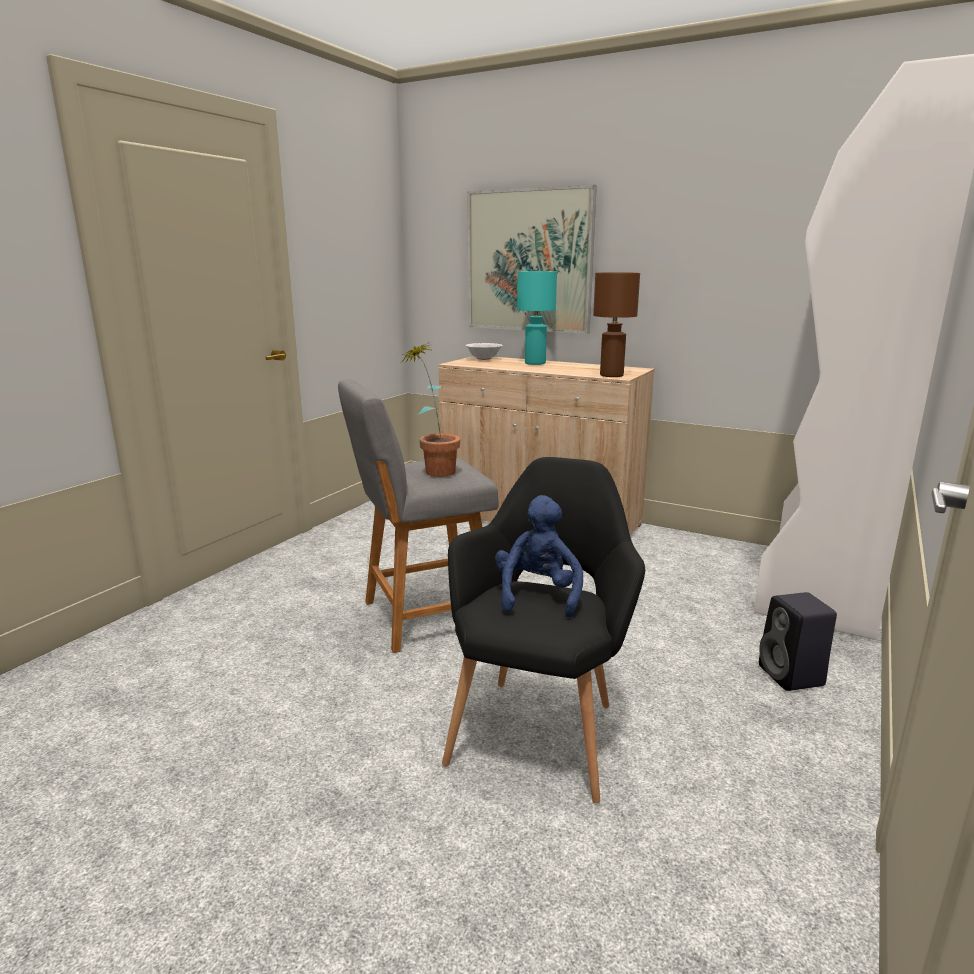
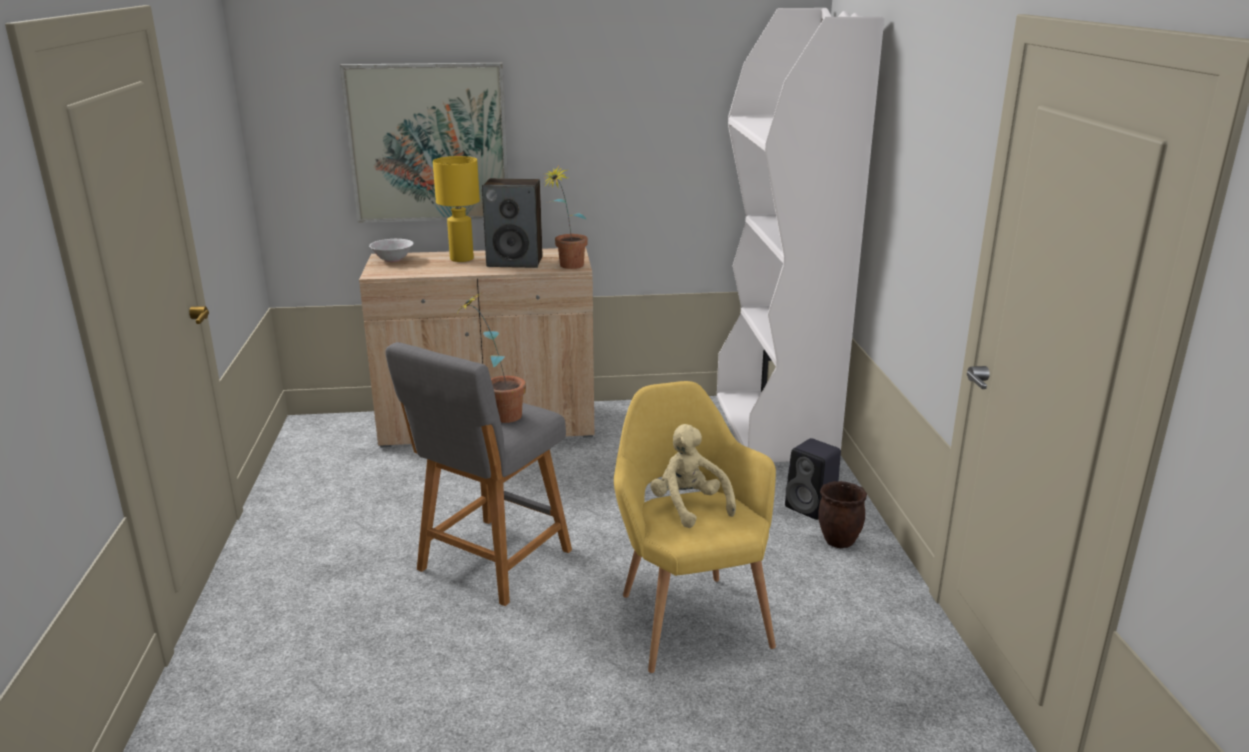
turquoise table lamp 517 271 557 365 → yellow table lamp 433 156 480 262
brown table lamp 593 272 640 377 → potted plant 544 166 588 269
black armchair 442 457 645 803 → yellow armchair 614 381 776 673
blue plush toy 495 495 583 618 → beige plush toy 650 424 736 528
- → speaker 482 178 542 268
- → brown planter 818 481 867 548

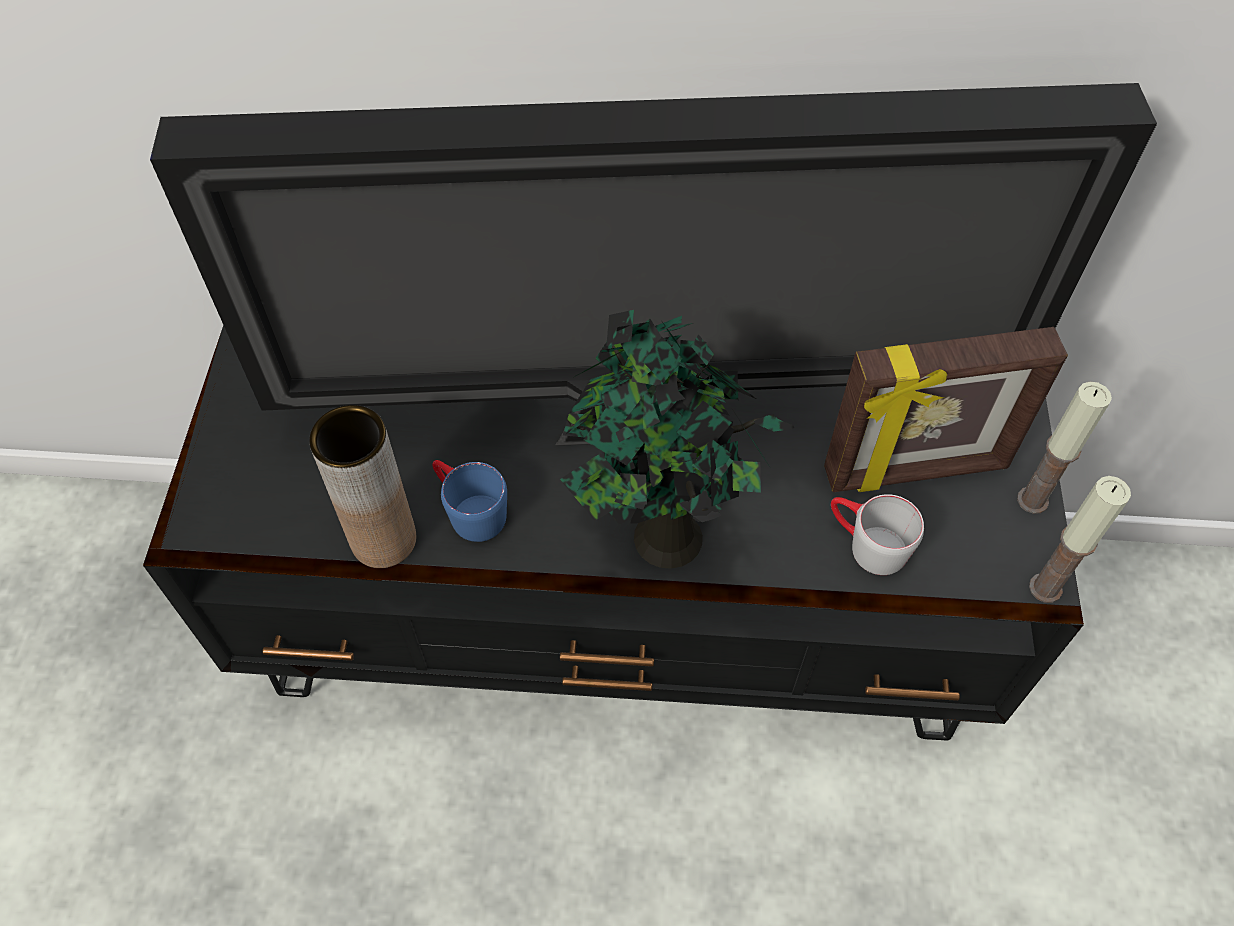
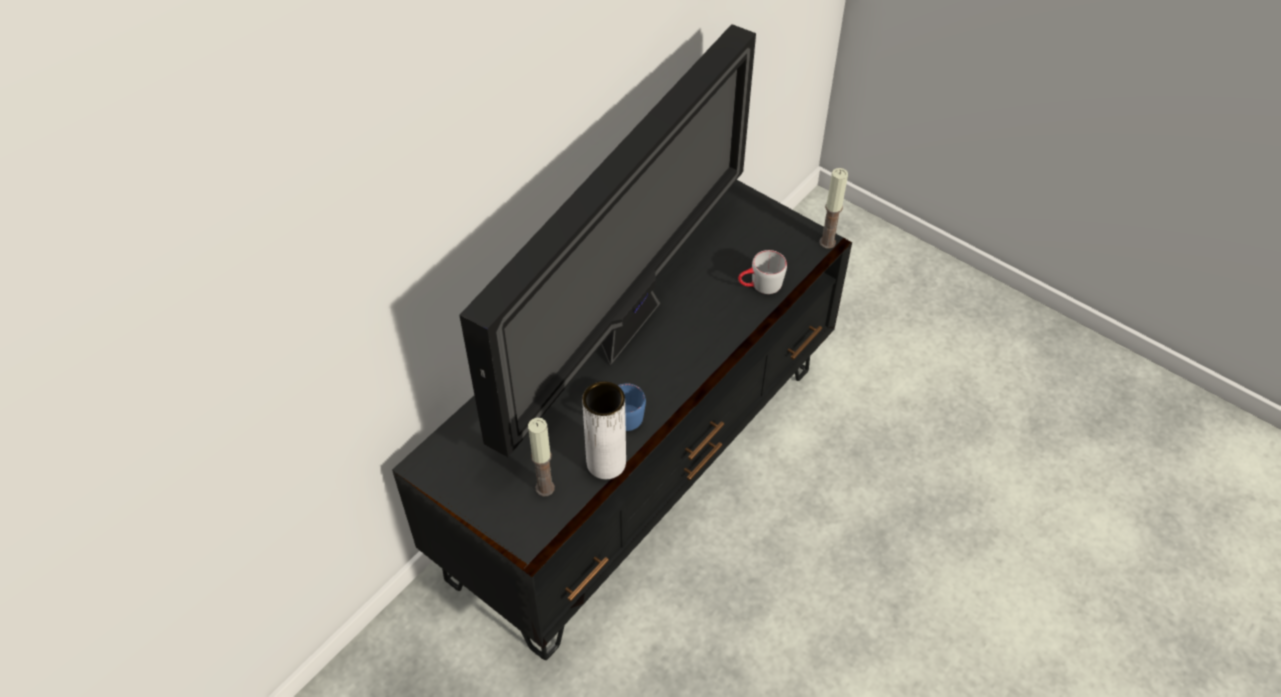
potted plant 559 310 795 569 → -
picture frame 824 327 1068 492 → -
candle 1017 382 1112 514 → candle 528 418 555 496, moved
brown vase 309 405 416 568 → white vase 582 381 626 479

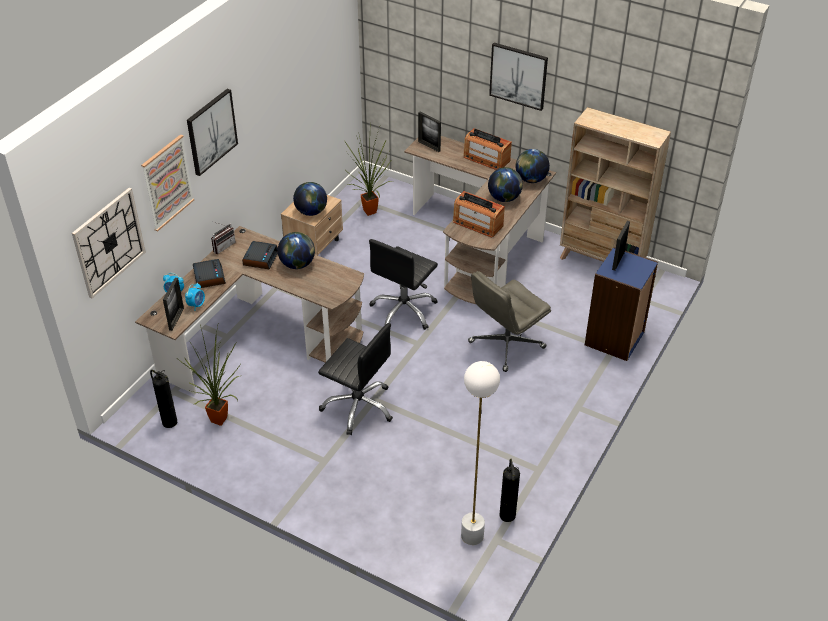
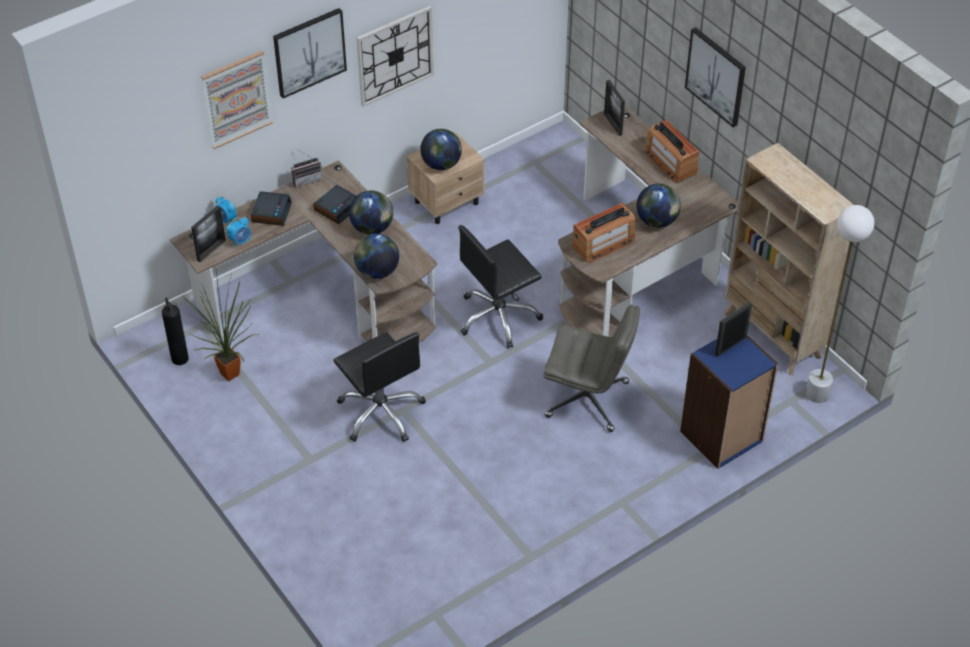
potted plant 345 124 392 216 → -
globe 515 149 550 183 → globe 354 233 399 279, moved
wall clock 72 188 146 298 → wall clock 357 6 434 107, moved
radio 453 191 505 238 → radio 572 203 636 263, 90 degrees counterclockwise
grey office chair 468 271 551 372 → grey office chair 544 305 640 432, 150 degrees counterclockwise
white floor lamp 461 361 500 545 → white floor lamp 805 205 874 403, moved
fire extinguisher 500 459 520 522 → -

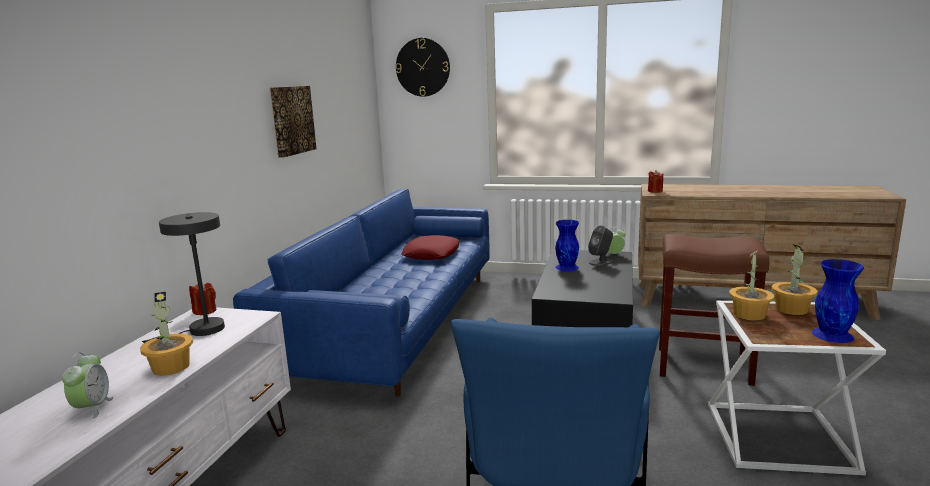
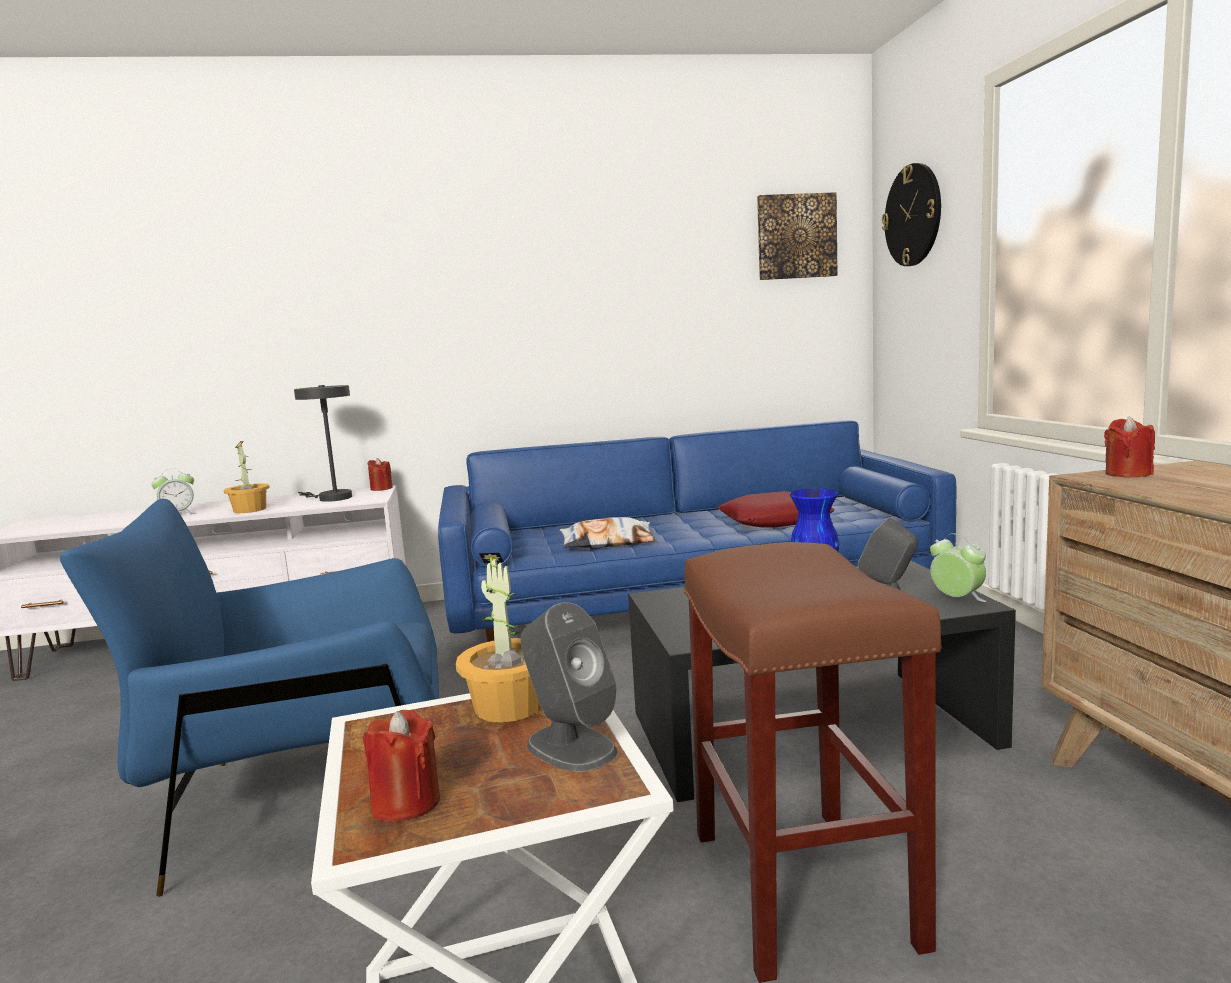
picture 270 86 317 158 → picture 757 192 838 280, moved
potted plant 771 244 818 315 → grey speaker 521 602 617 772
blue vase 812 259 864 343 → red candle 363 710 440 822
- → pillow 560 517 656 548

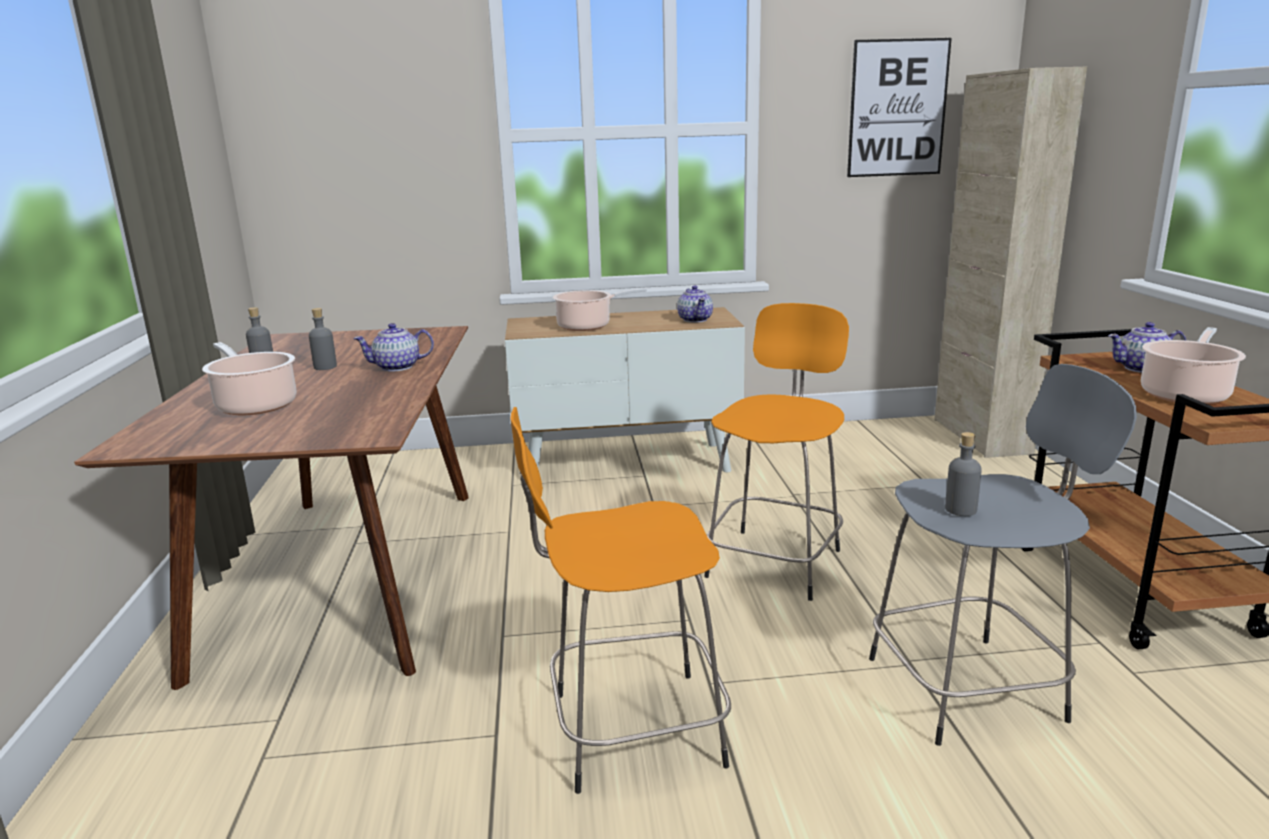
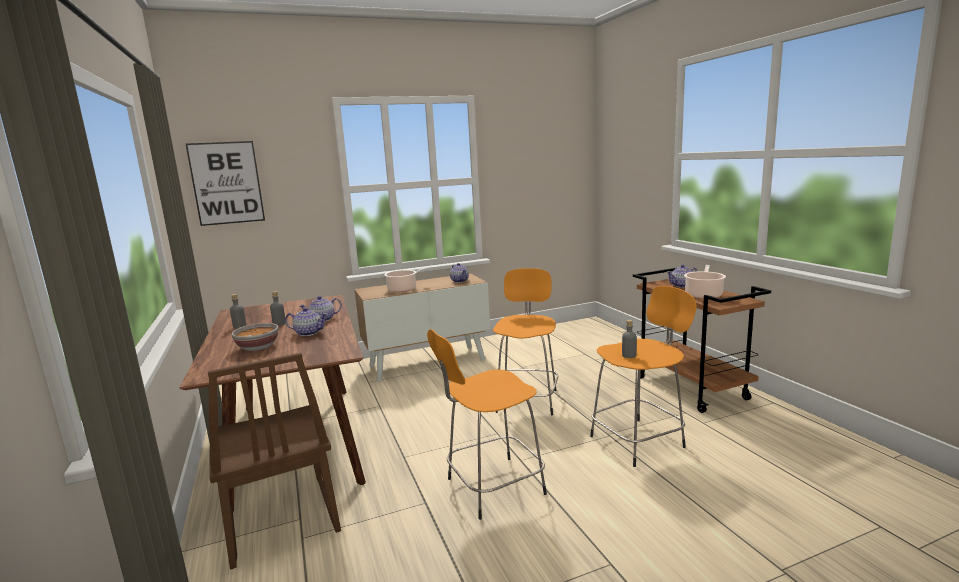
picture 847 38 952 177 → picture 186 141 265 226, moved
beige cabinet 934 67 1087 458 → -
cooking pot 202 342 297 416 → bowl 231 323 279 351
grey stool 869 364 1137 746 → orange stool 590 286 697 467
- → teapot 285 308 328 336
- → brown chair 208 353 341 569

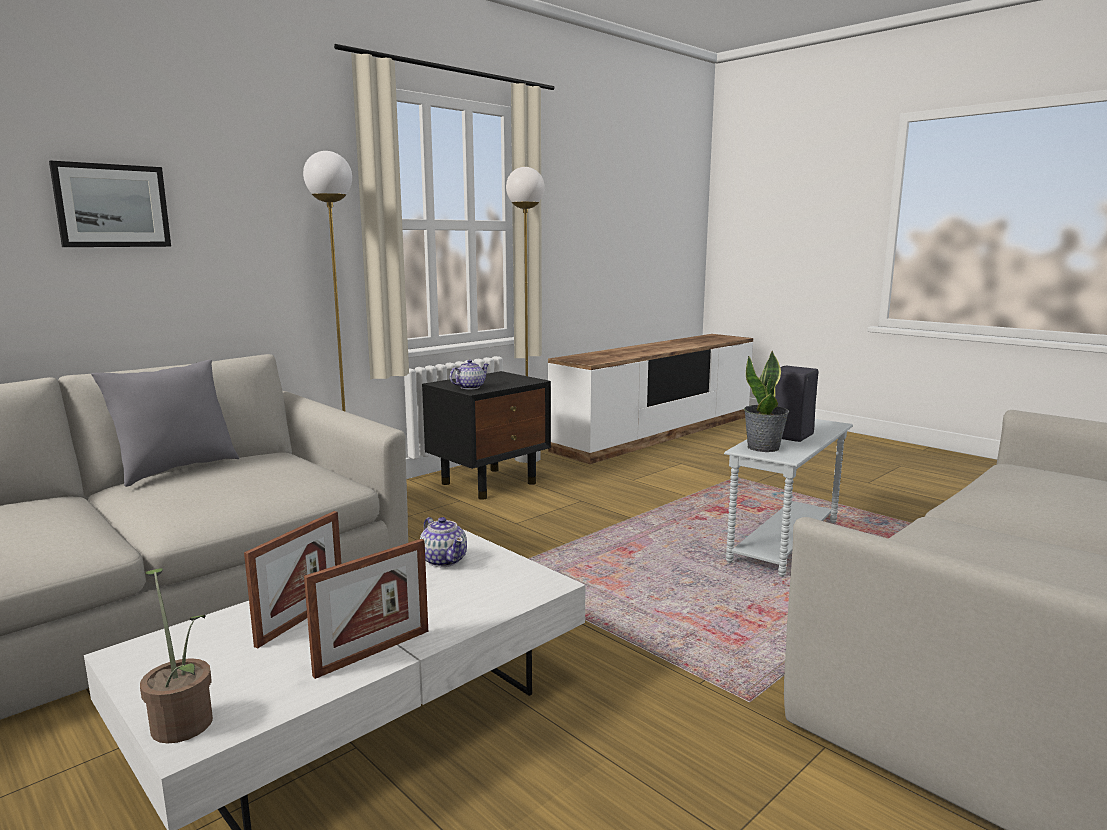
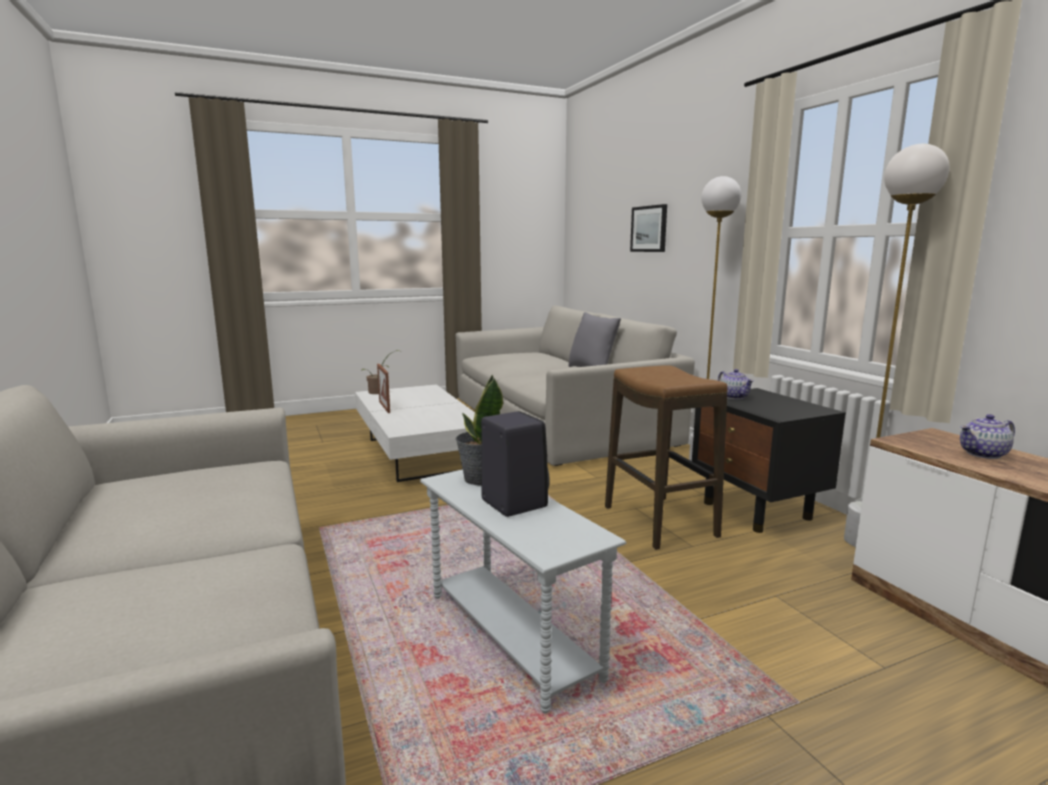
picture frame 244 511 342 648 → -
teapot 420 517 467 567 → teapot 960 414 1015 459, moved
- → stool 605 365 728 550

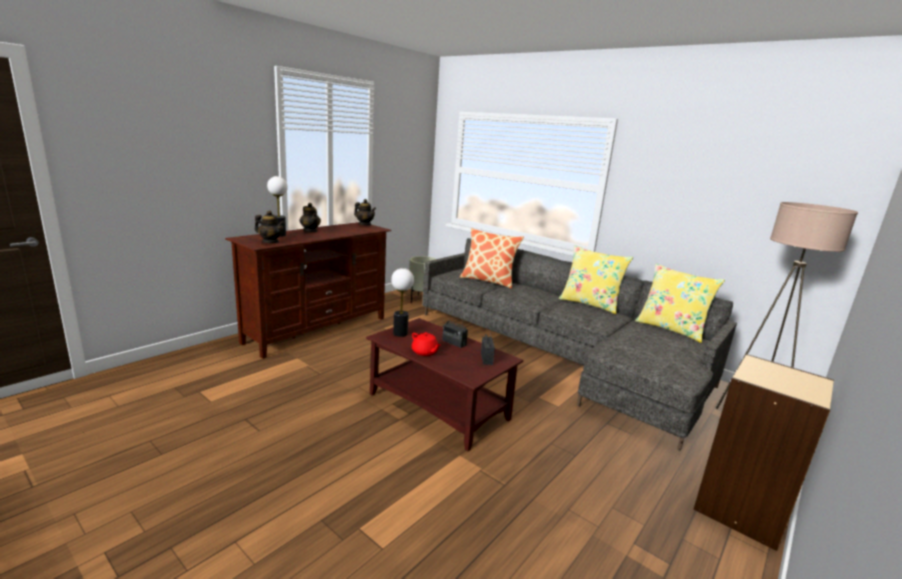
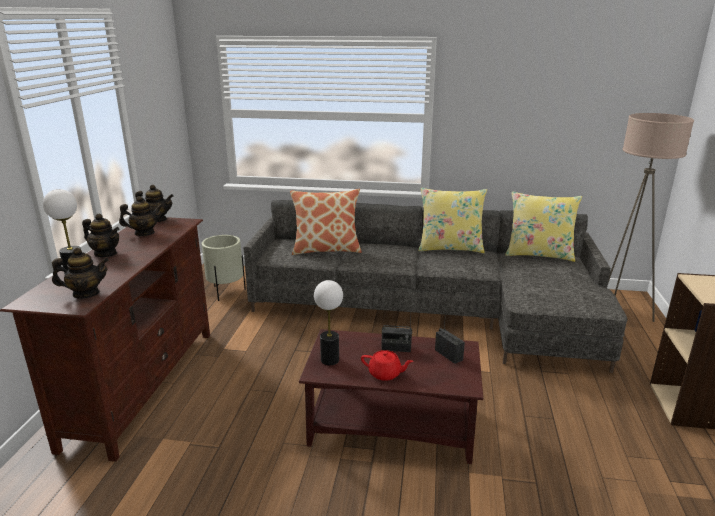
- → teapot 119 196 163 236

